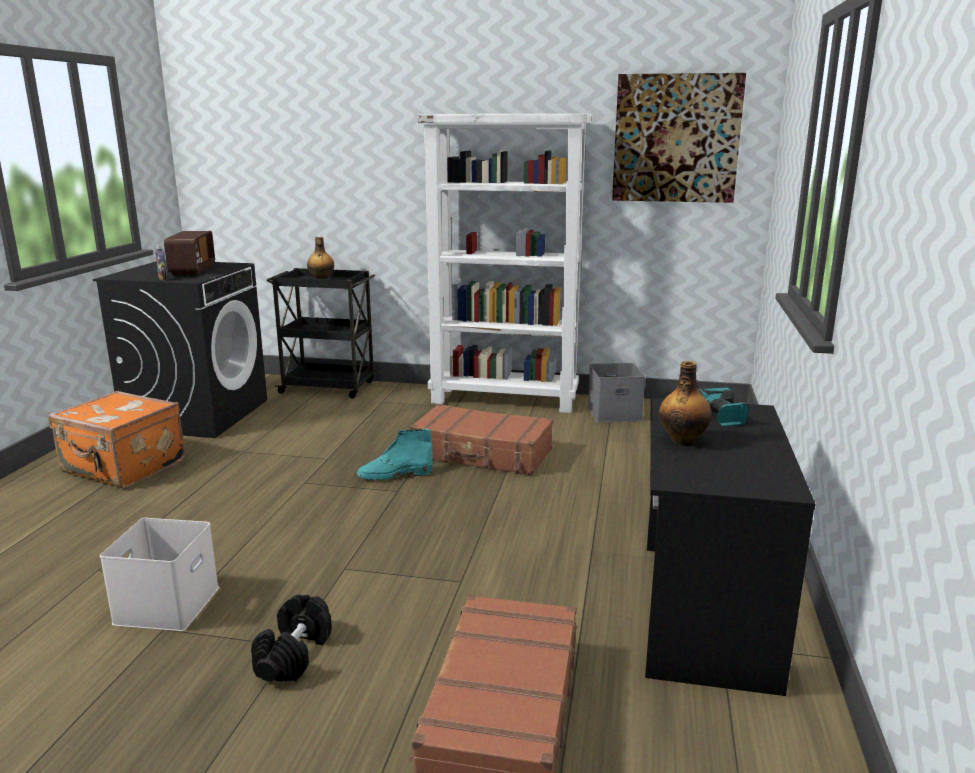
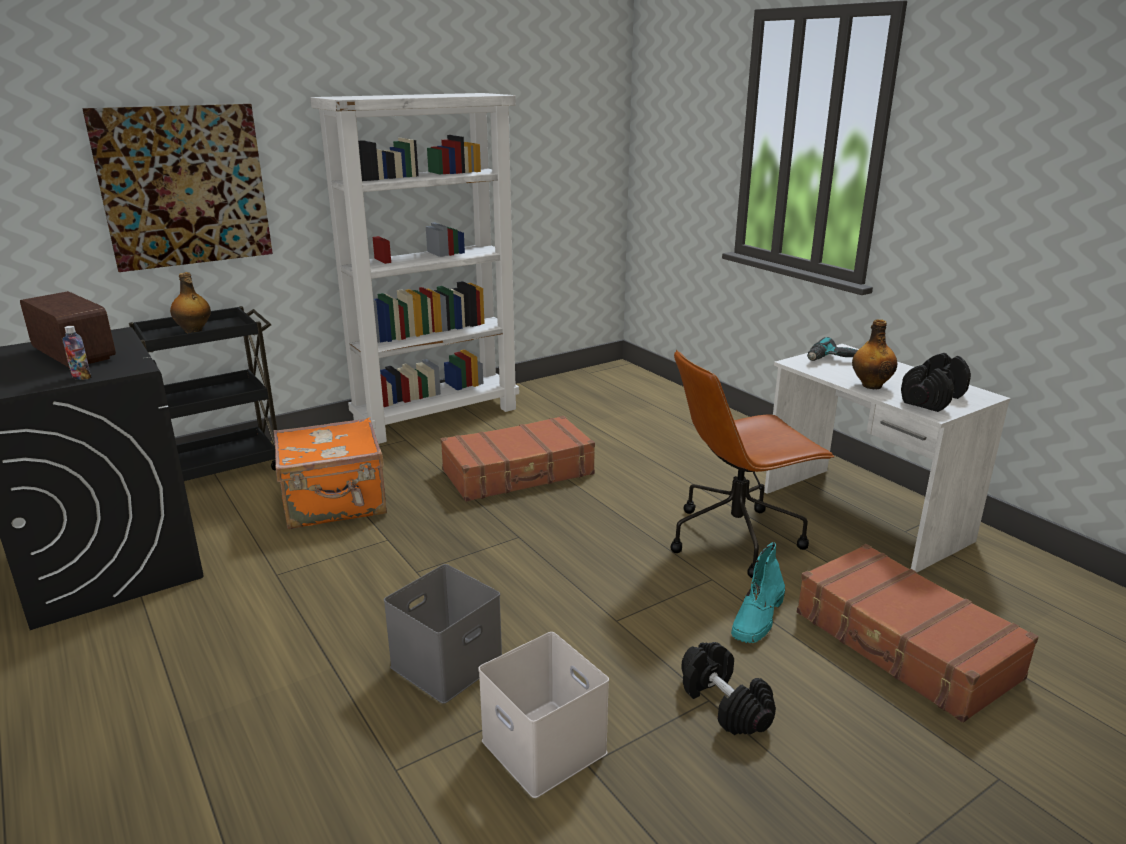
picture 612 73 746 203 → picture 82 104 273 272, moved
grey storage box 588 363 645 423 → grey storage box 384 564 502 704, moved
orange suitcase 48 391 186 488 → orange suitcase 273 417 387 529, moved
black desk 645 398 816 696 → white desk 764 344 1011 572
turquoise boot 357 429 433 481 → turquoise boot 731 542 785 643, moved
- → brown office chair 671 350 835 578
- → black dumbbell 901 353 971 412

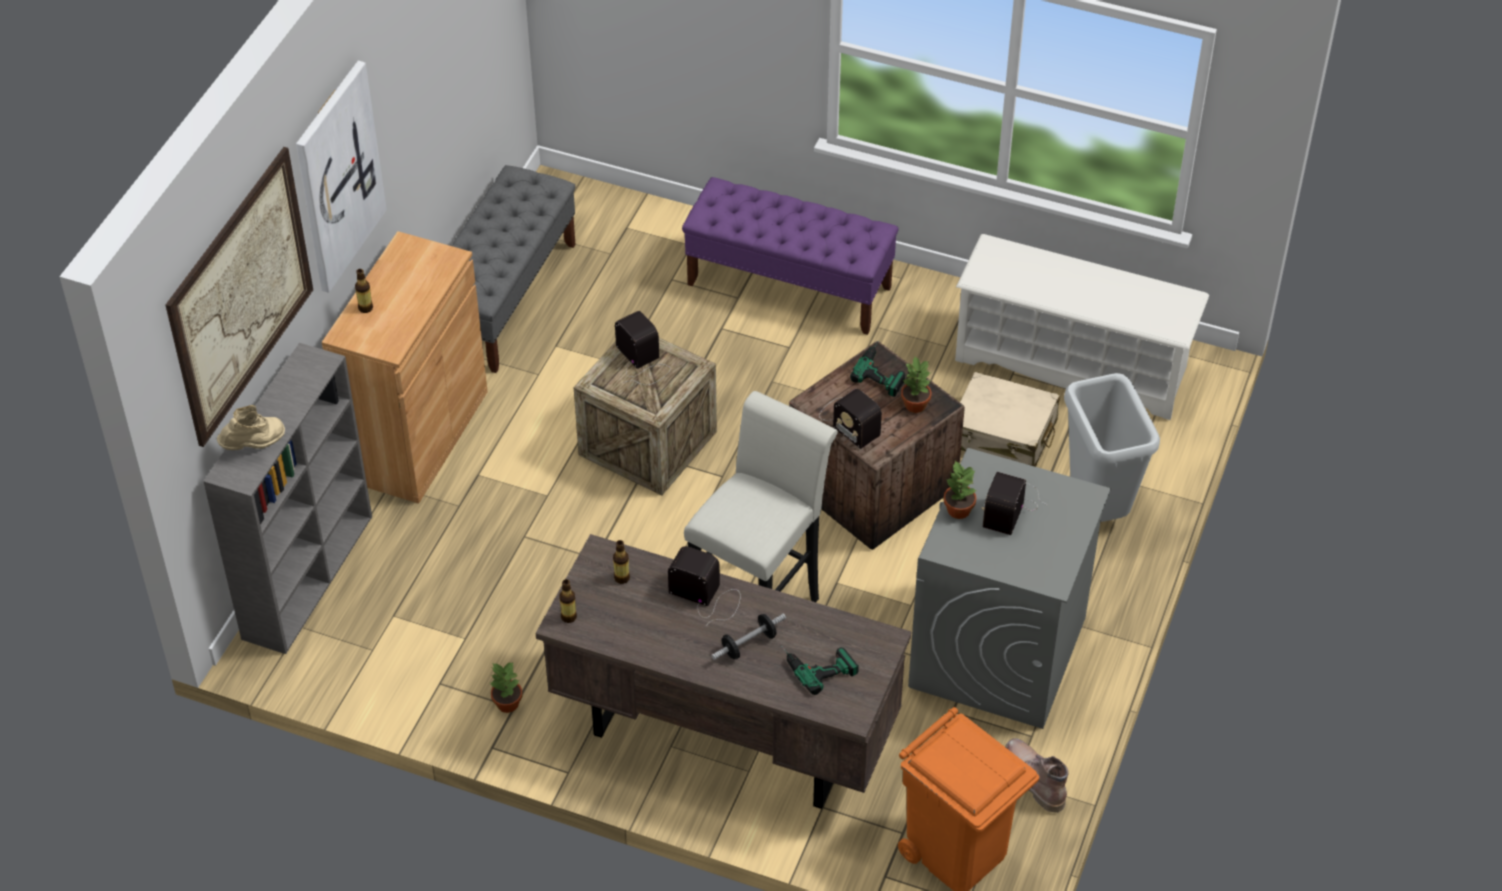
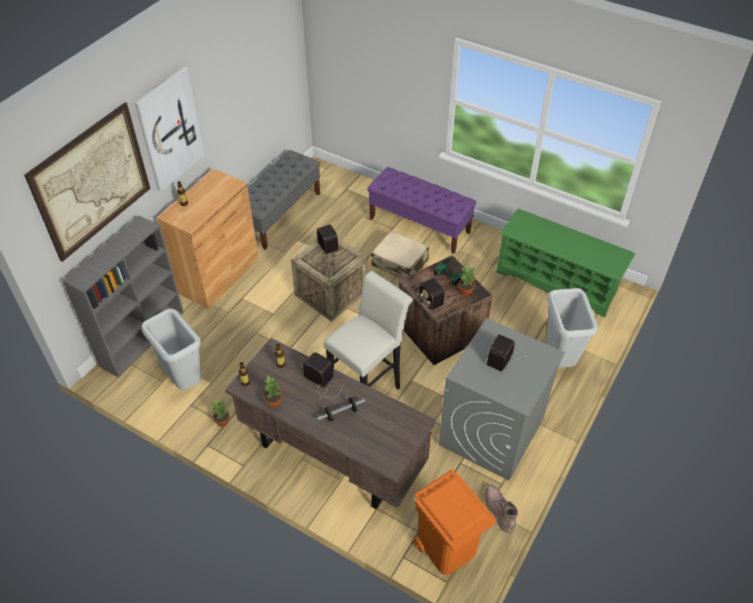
white shoe rack 955 234 1209 420 → green shoe rack 496 209 635 318
beige suitcase 960 372 1060 467 → beige suitcase 371 231 429 279, moved
beige boot 217 405 285 450 → -
potted plant 943 461 977 519 → potted plant 263 376 283 408, moved
power drill 781 646 859 695 → -
- → grey trash can 141 309 201 390

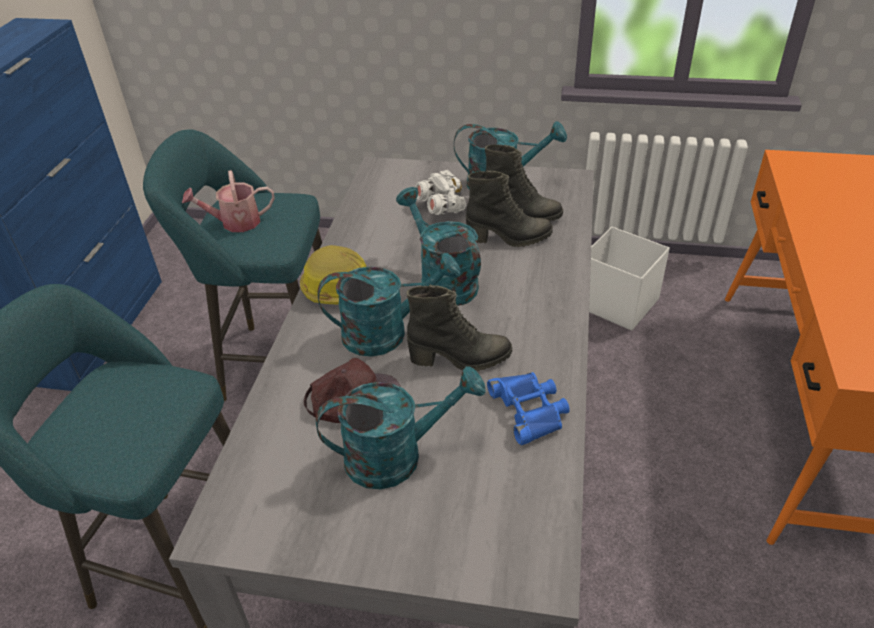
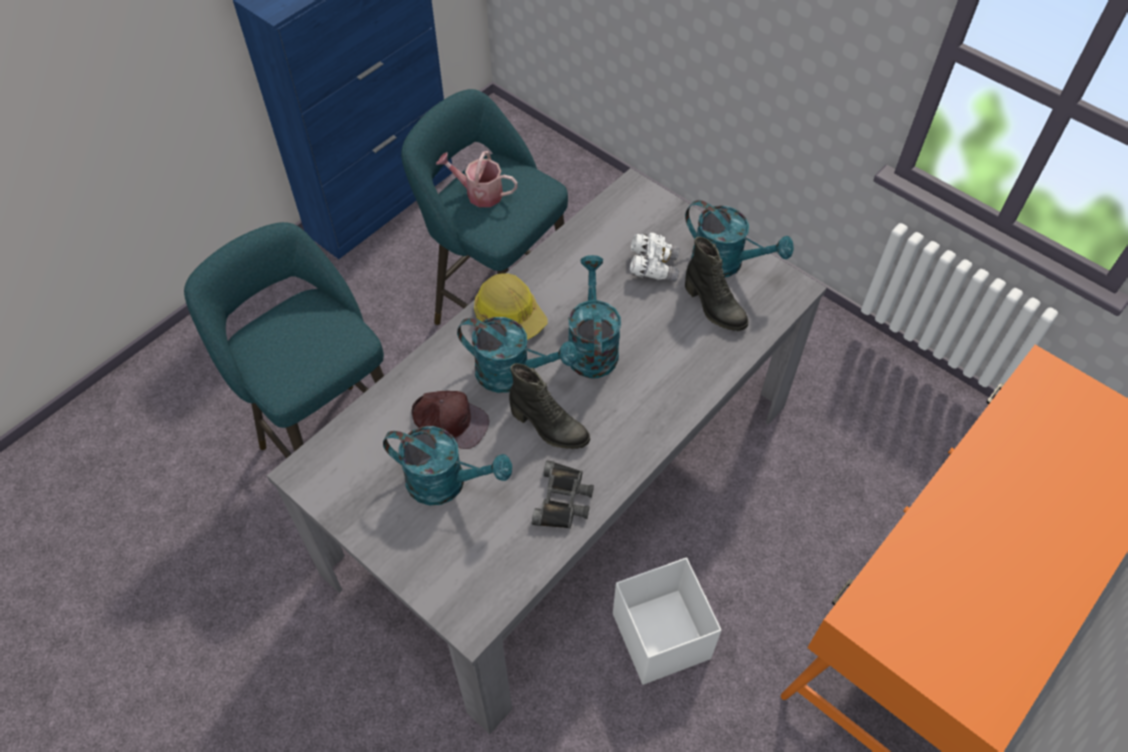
black boot 466 170 553 247 → -
white storage box 589 227 670 331 → white storage box 613 557 721 685, moved
blue binoculars 487 372 570 445 → black binoculars 532 460 594 529

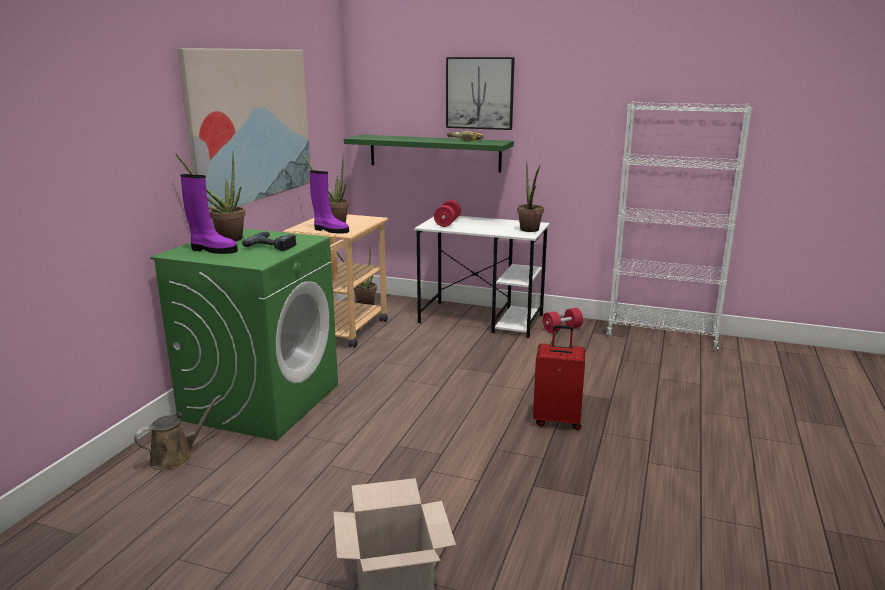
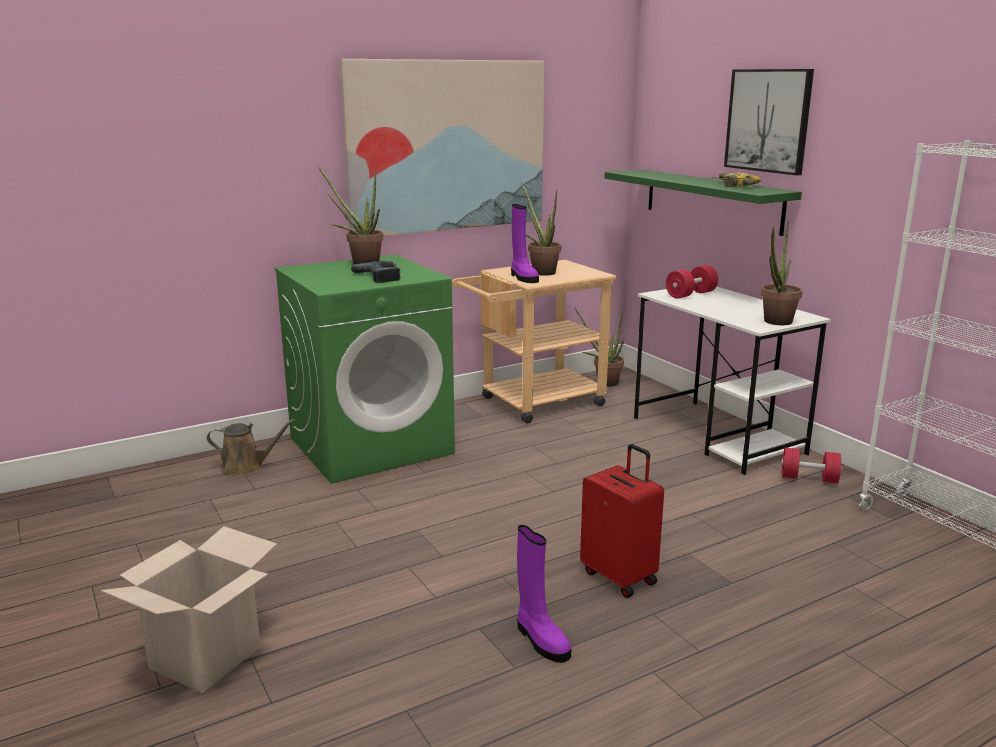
purple boot 181 174 238 254 → purple boot 517 525 572 663, moved

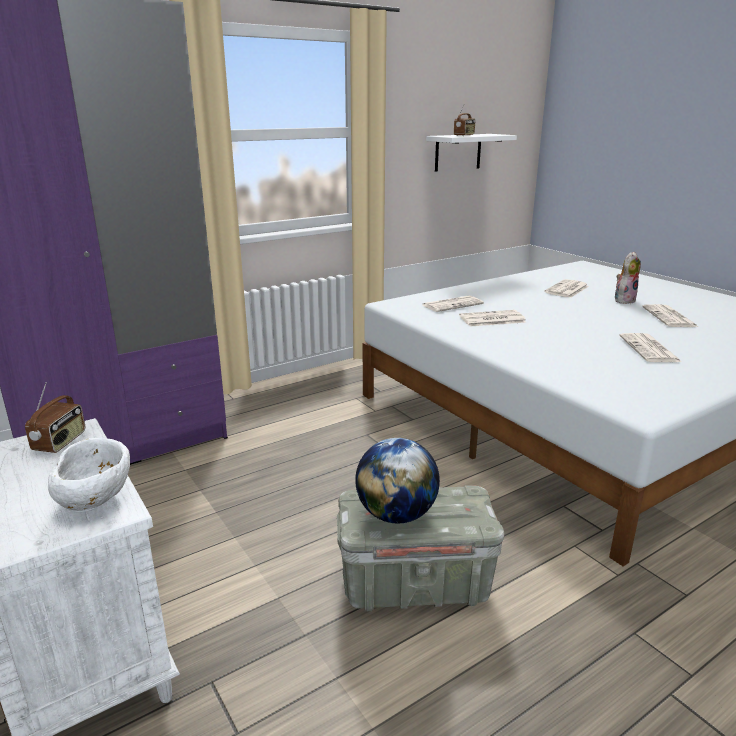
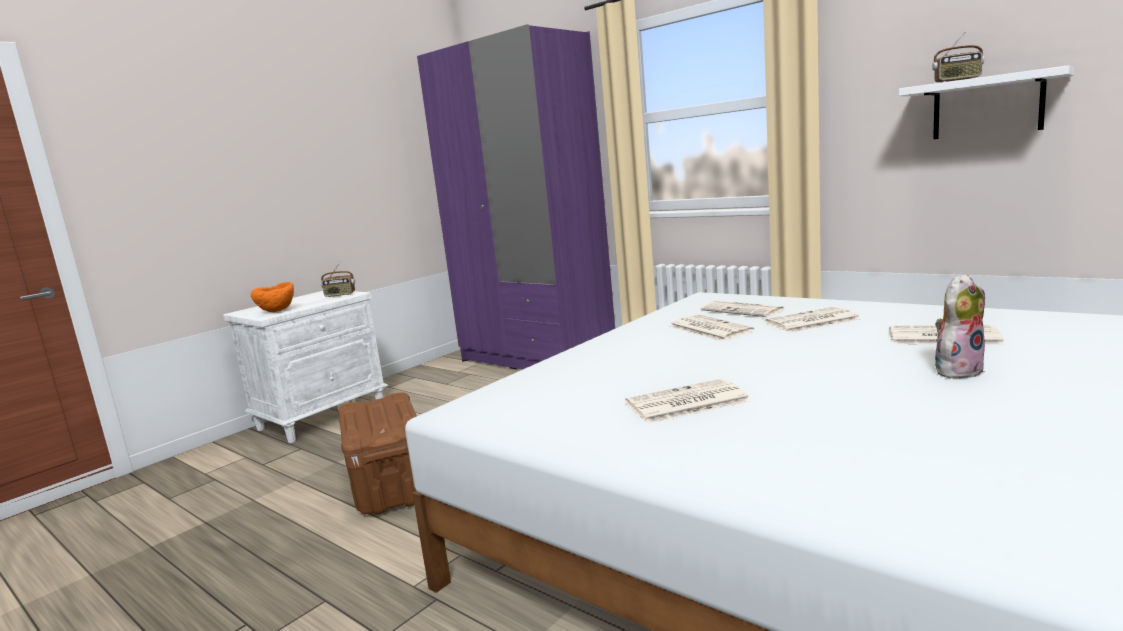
plush toy 615 252 641 304 → plush toy 935 274 985 380, 60 degrees counterclockwise
newspaper 642 304 698 327 → newspaper 765 307 861 333, moved
white bowl 48 438 130 511 → orange bowl 251 282 294 312
globe 355 438 440 524 → -
grey storage box 337 485 504 611 → brown storage box 338 392 417 514

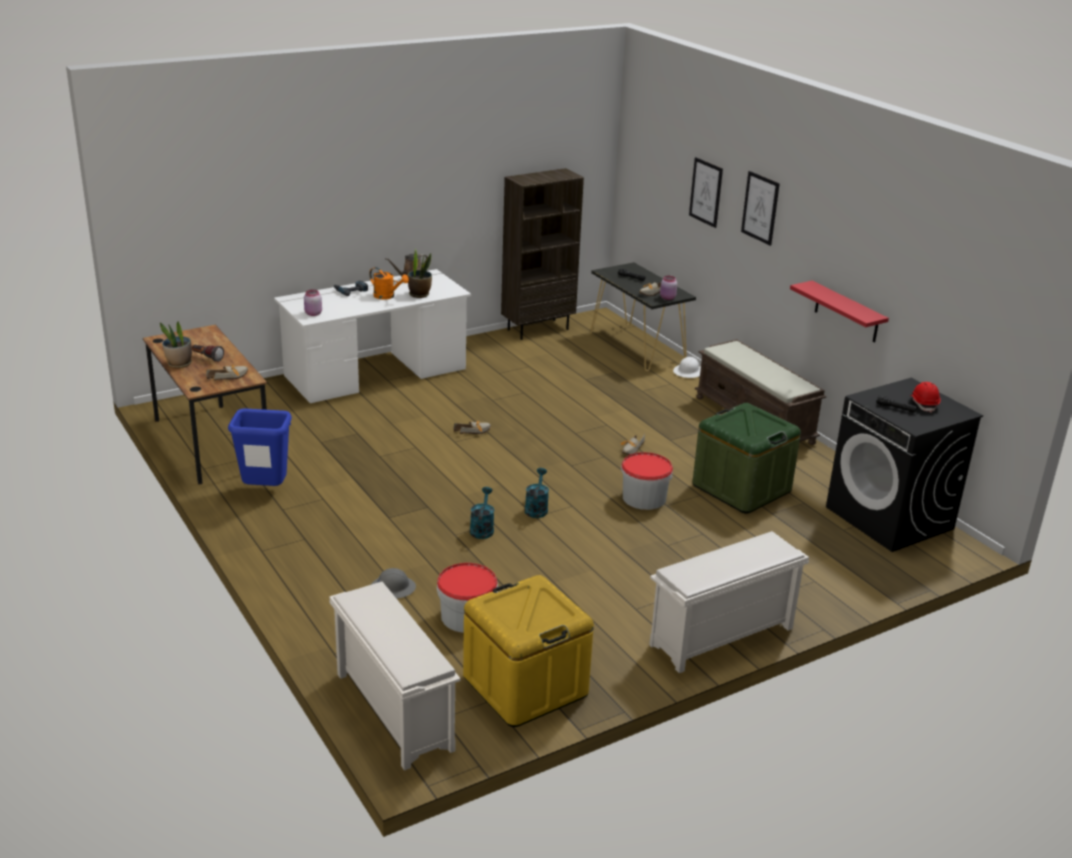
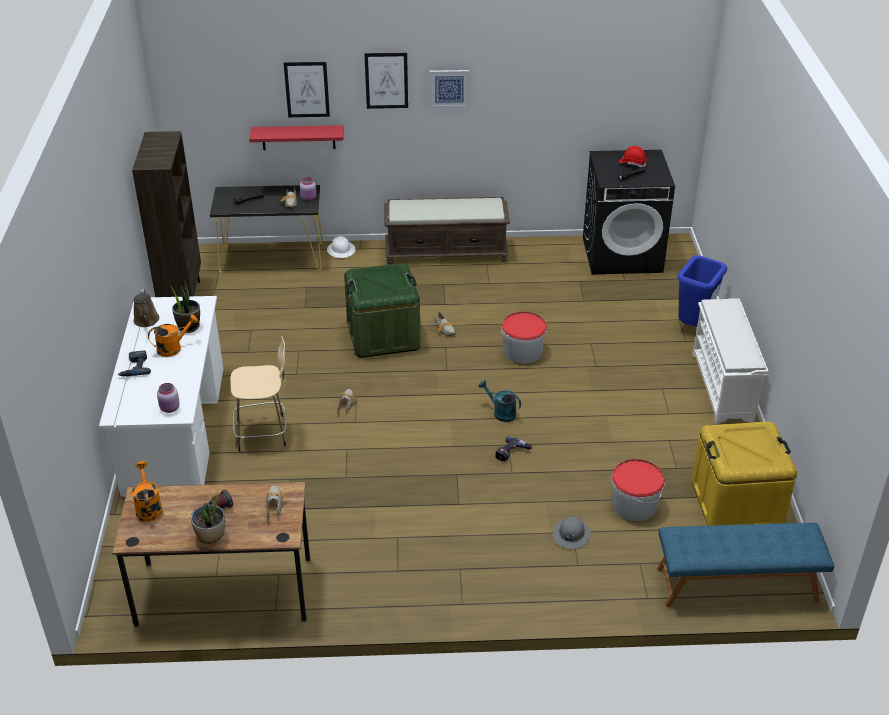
red shelf 790 281 889 342 → red shelf 249 125 344 150, moved
green storage box 692 403 801 514 → green storage box 344 263 421 358, moved
blue trash can 228 408 292 486 → blue trash can 677 255 727 327, moved
turquoise watering can 470 487 494 539 → power drill 495 436 532 461
white shoe rack 329 582 460 771 → blue bench 657 523 834 607
- → picture 430 70 469 108
- → beige stool 230 337 287 452
- → orange watering can 132 461 163 522

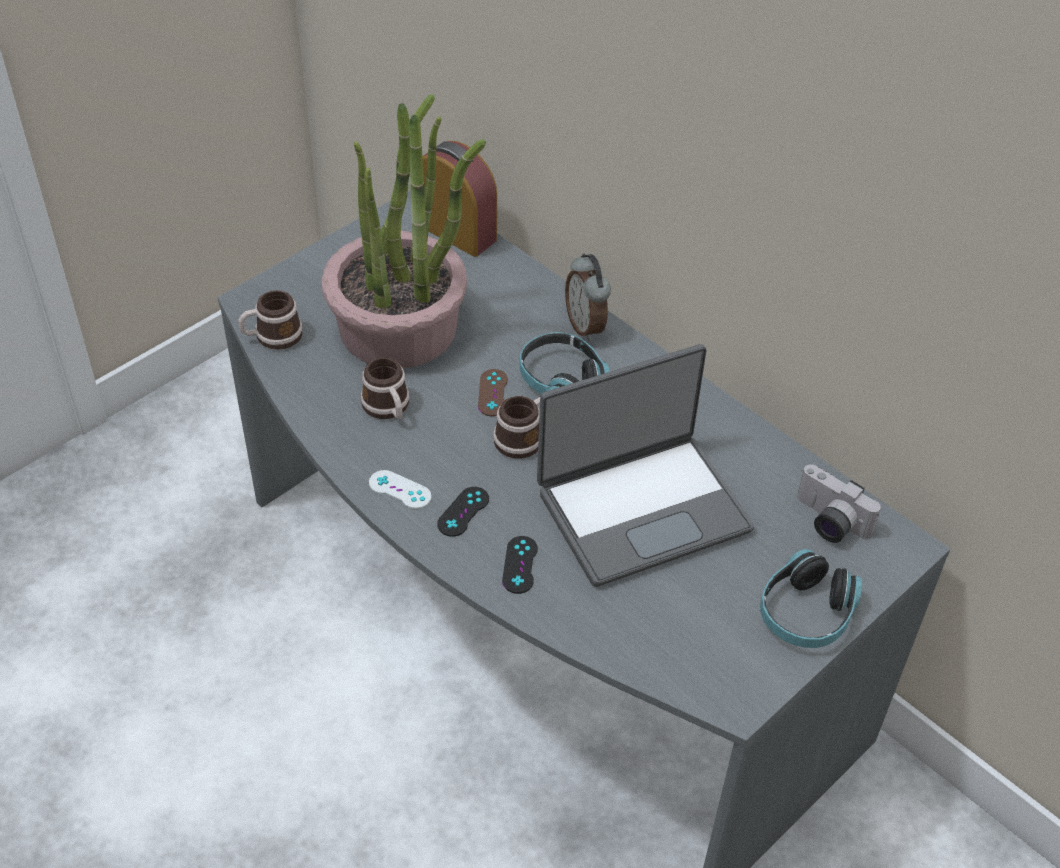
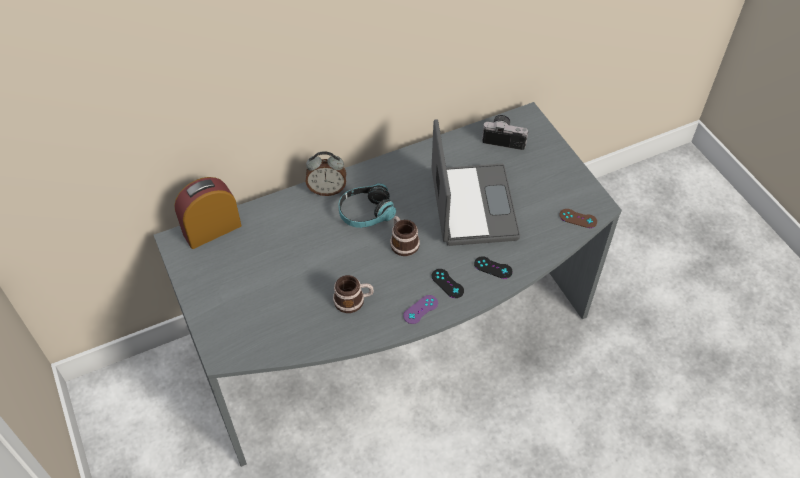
potted plant 322 95 486 368 → -
mug 238 290 303 350 → -
brown game controller 478 369 508 416 → brown game controller 560 209 597 228, moved
photo camera 797 464 881 543 → photo camera 482 115 529 150, 135 degrees counterclockwise
white game controller 369 470 431 509 → purple game controller 403 295 438 324
headphones 760 549 862 648 → -

